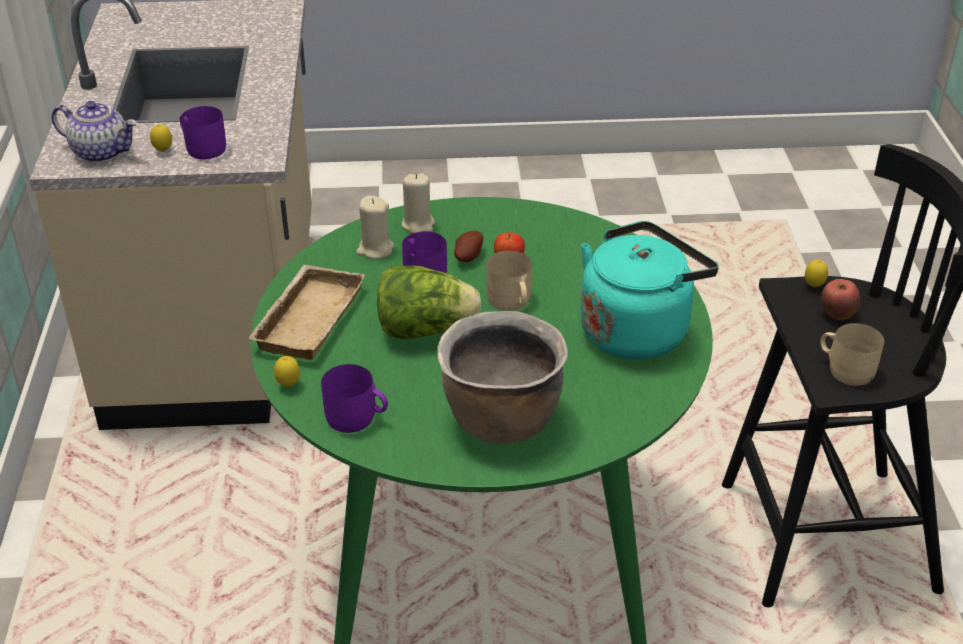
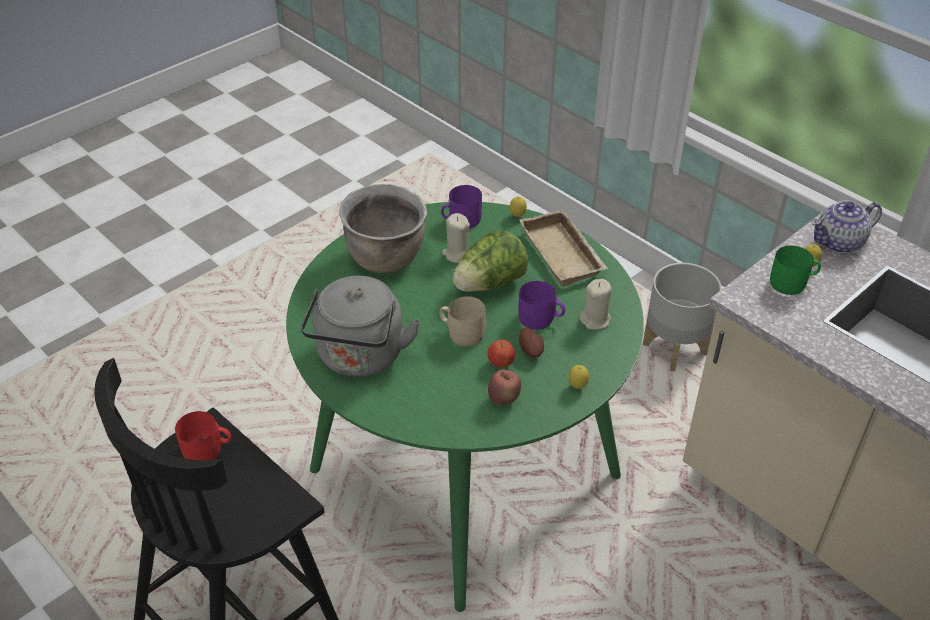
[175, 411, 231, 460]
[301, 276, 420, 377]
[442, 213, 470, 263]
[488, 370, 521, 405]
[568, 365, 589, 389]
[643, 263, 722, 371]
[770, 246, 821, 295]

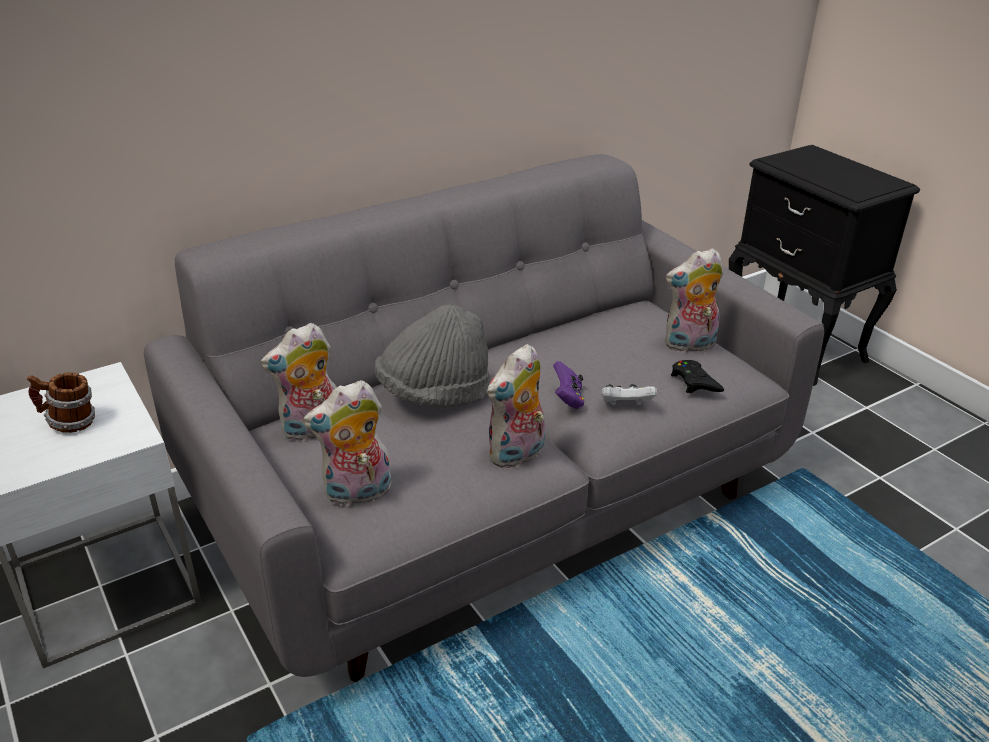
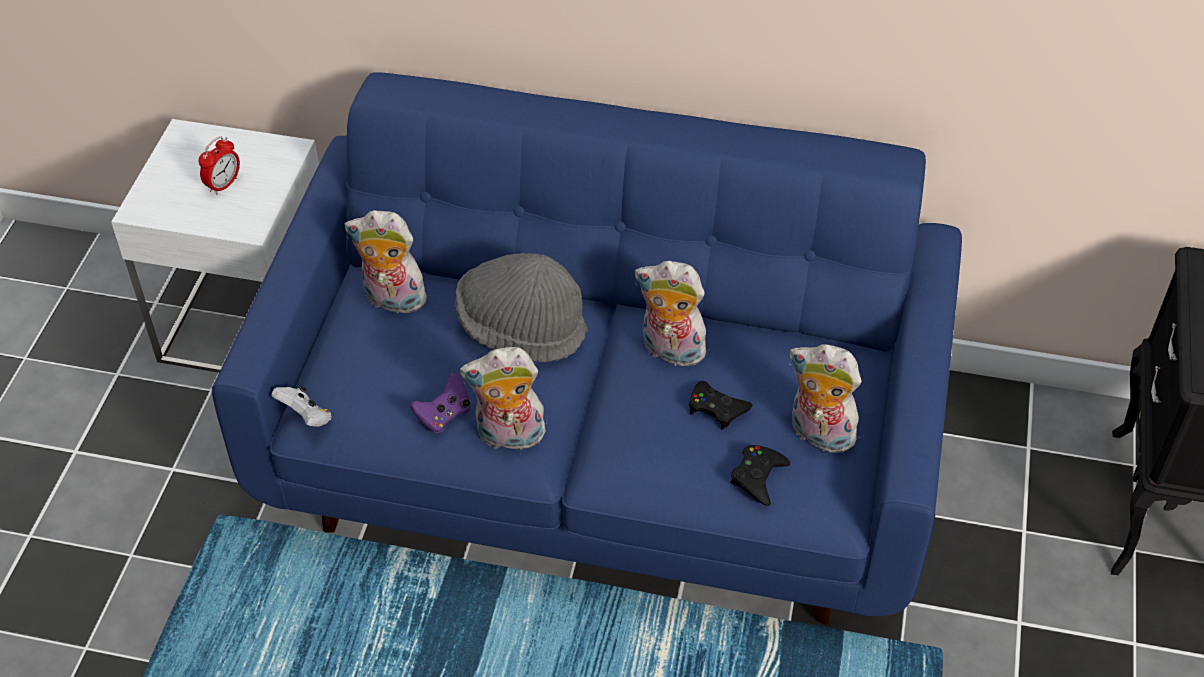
[198, 136, 240, 195]
[212, 72, 962, 624]
[271, 386, 332, 427]
[410, 373, 470, 433]
[635, 261, 713, 366]
[689, 381, 753, 430]

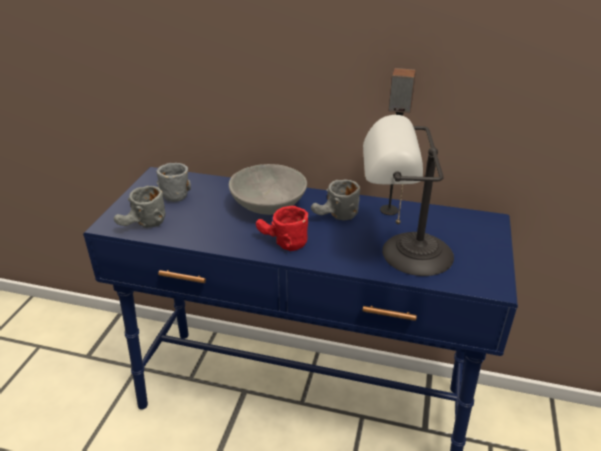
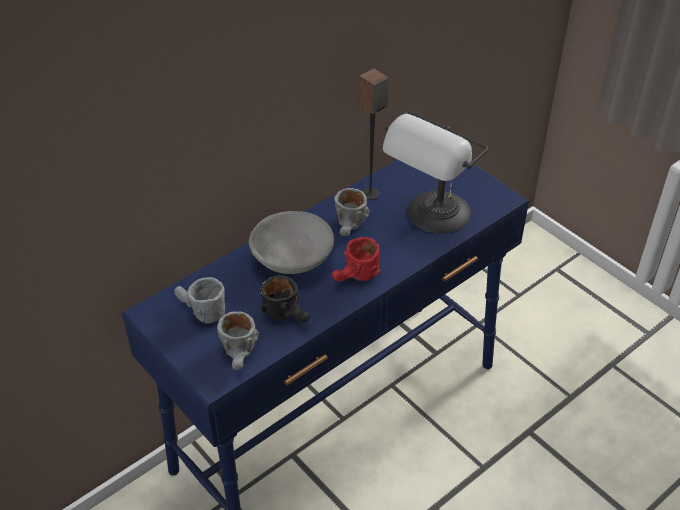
[260, 276, 310, 323]

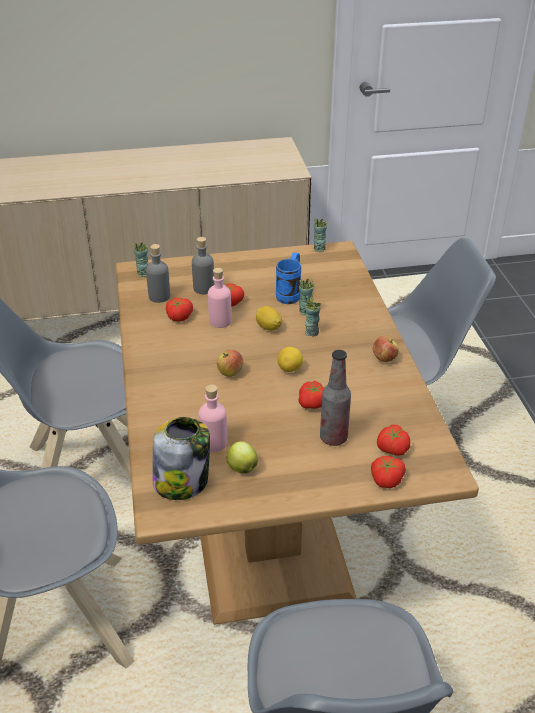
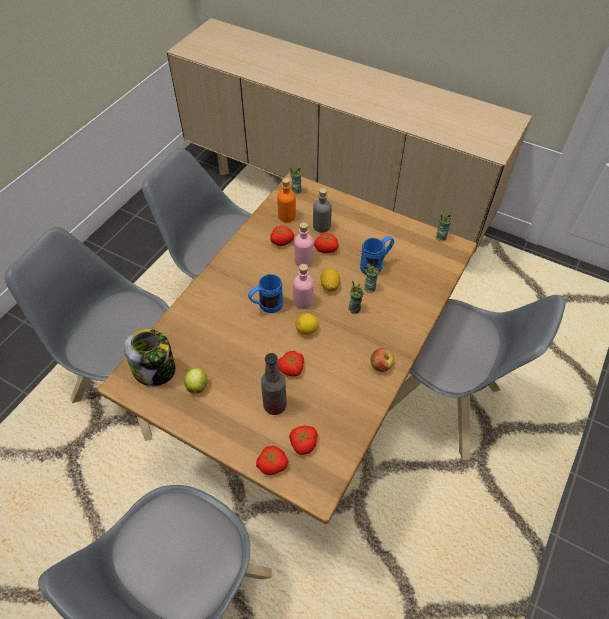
[248, 274, 283, 313]
[277, 178, 296, 223]
[293, 264, 314, 309]

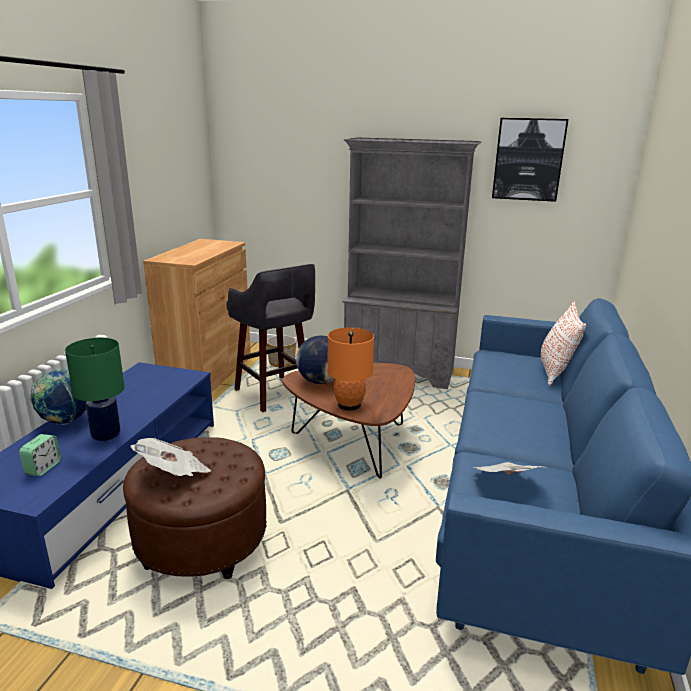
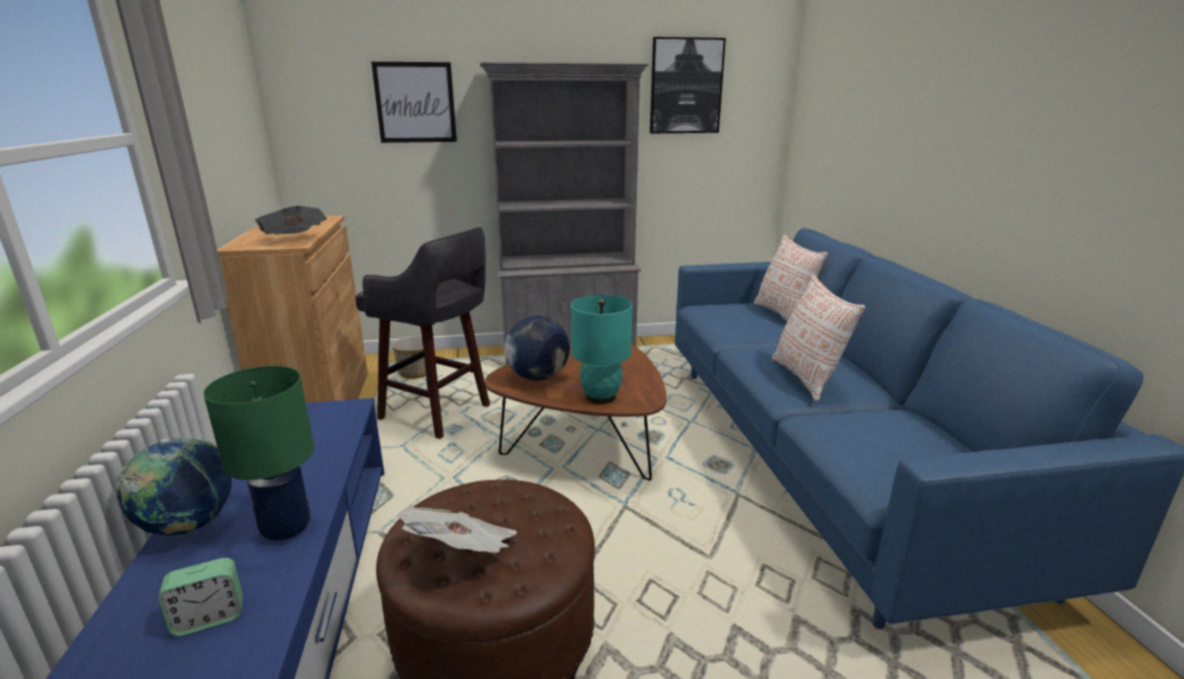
[158, 558, 243, 637]
[255, 206, 327, 235]
[371, 62, 457, 143]
[571, 295, 632, 404]
[772, 274, 865, 401]

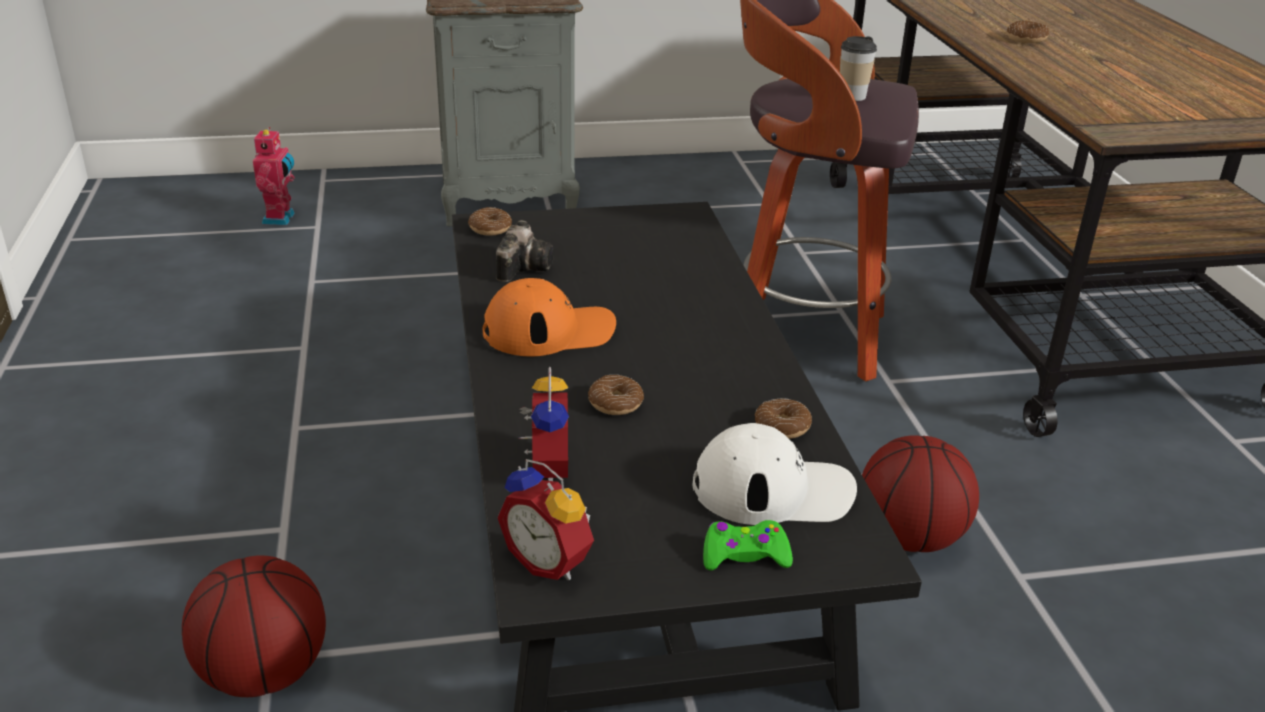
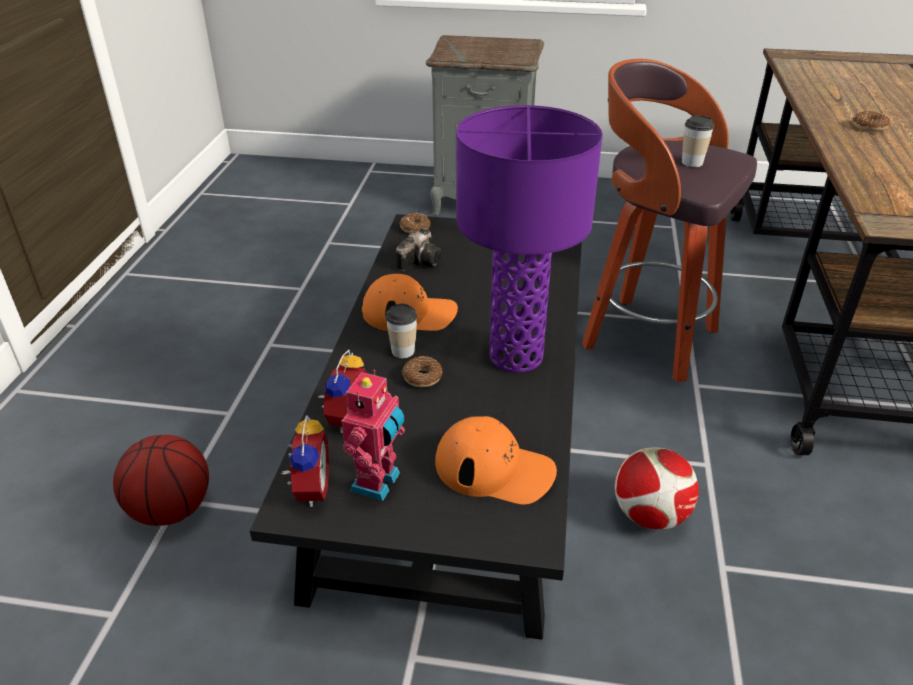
[281, 415, 329, 507]
[342, 369, 405, 501]
[386, 304, 417, 358]
[435, 416, 557, 505]
[456, 105, 603, 373]
[615, 447, 699, 530]
[703, 520, 793, 571] (first image)
[755, 398, 812, 439] (first image)

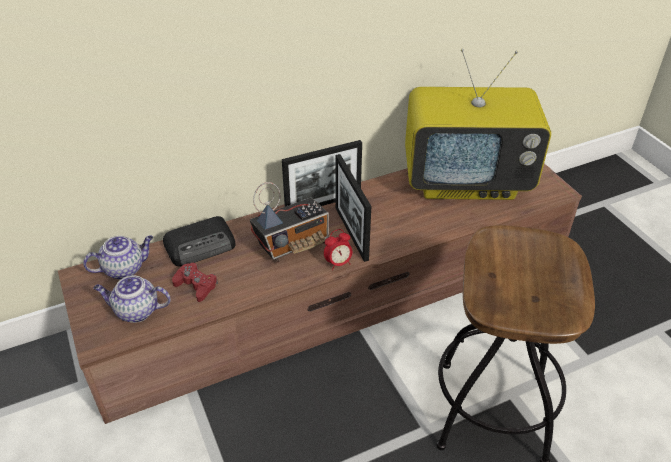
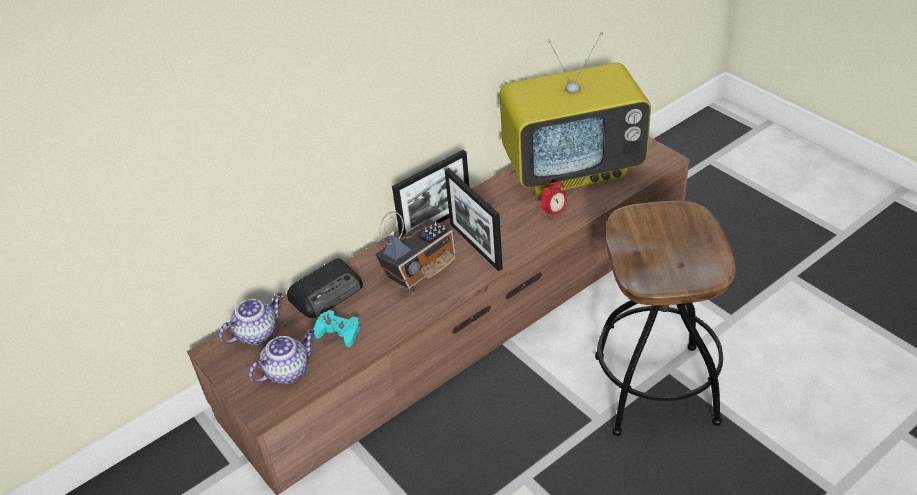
[249, 329, 315, 384]
[313, 310, 361, 347]
[541, 178, 567, 220]

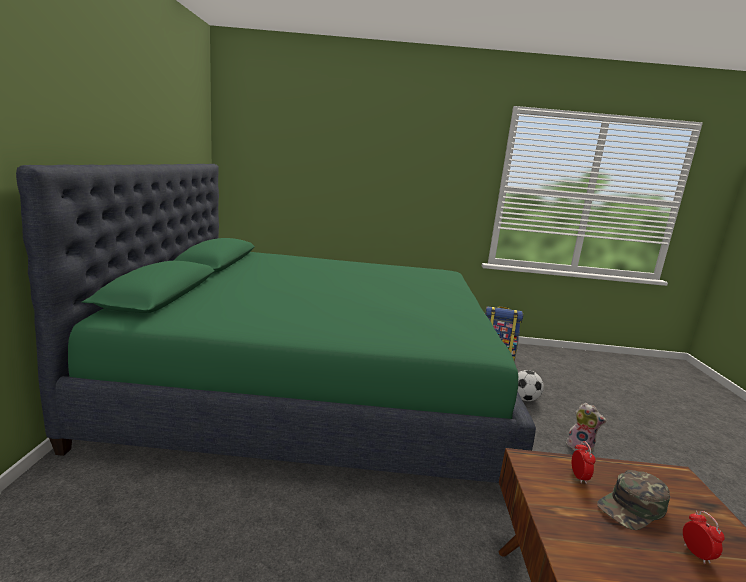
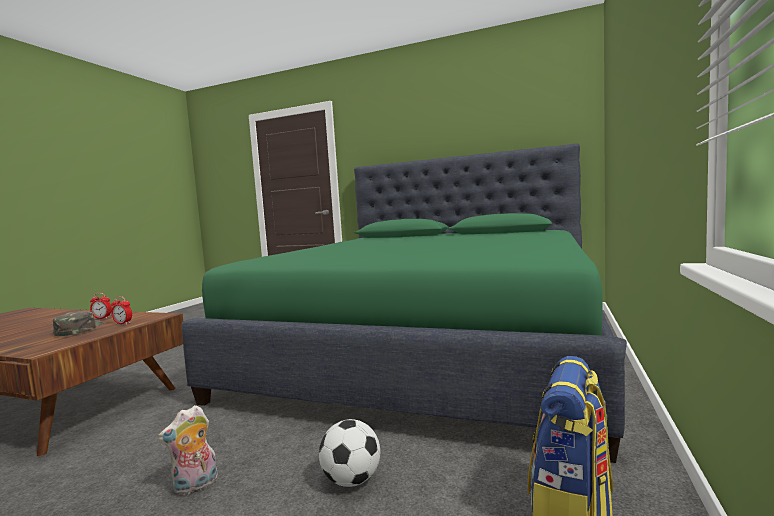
[90, 293, 112, 319]

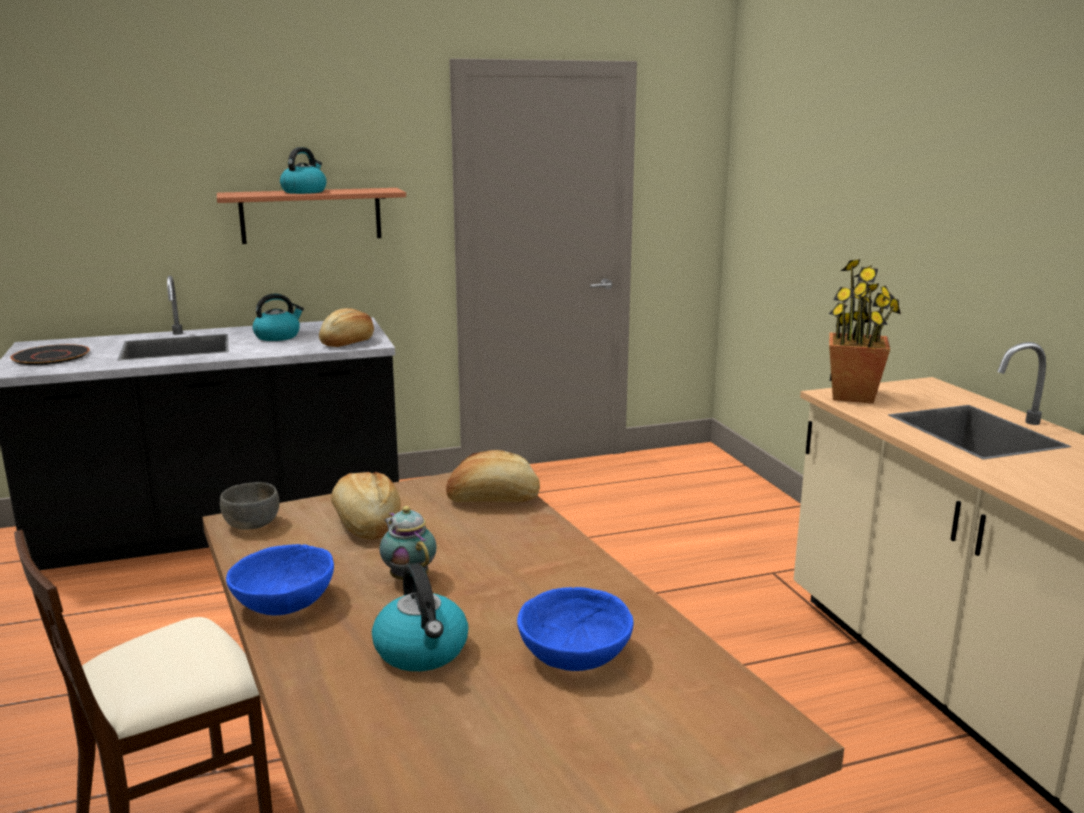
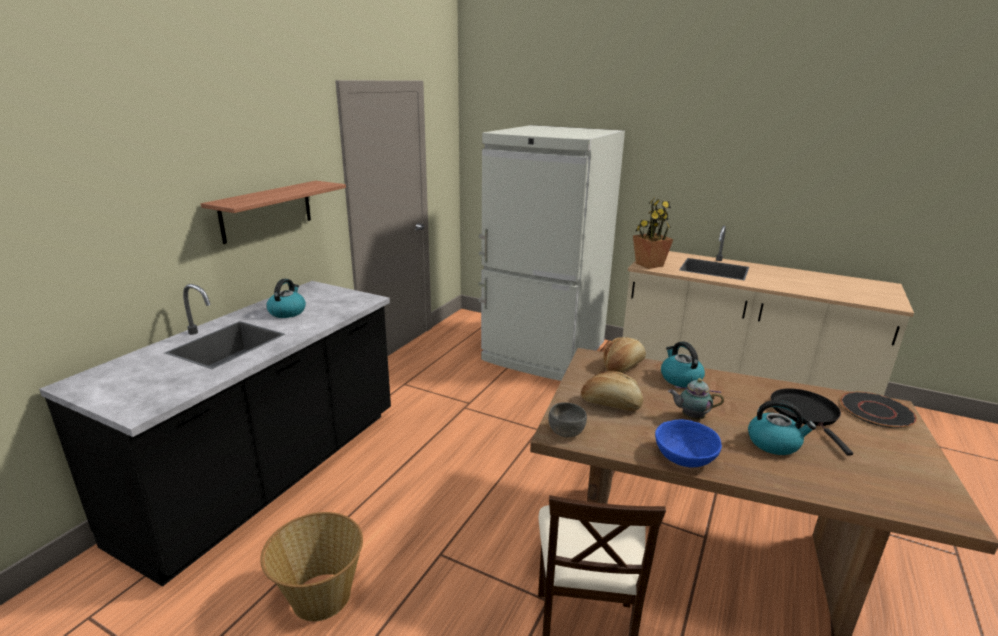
[260, 512, 363, 621]
[479, 125, 625, 381]
[661, 342, 705, 387]
[770, 388, 853, 455]
[840, 392, 917, 428]
[319, 308, 374, 347] (first image)

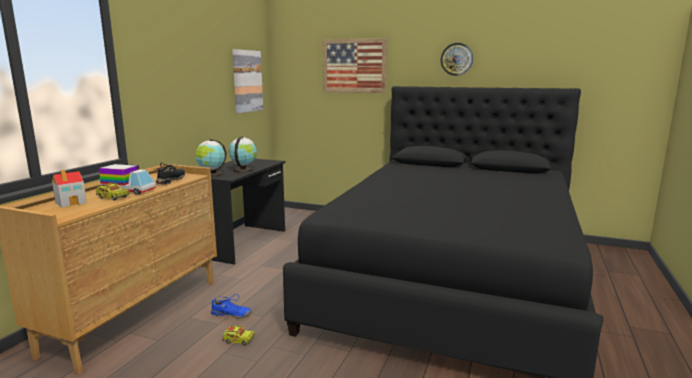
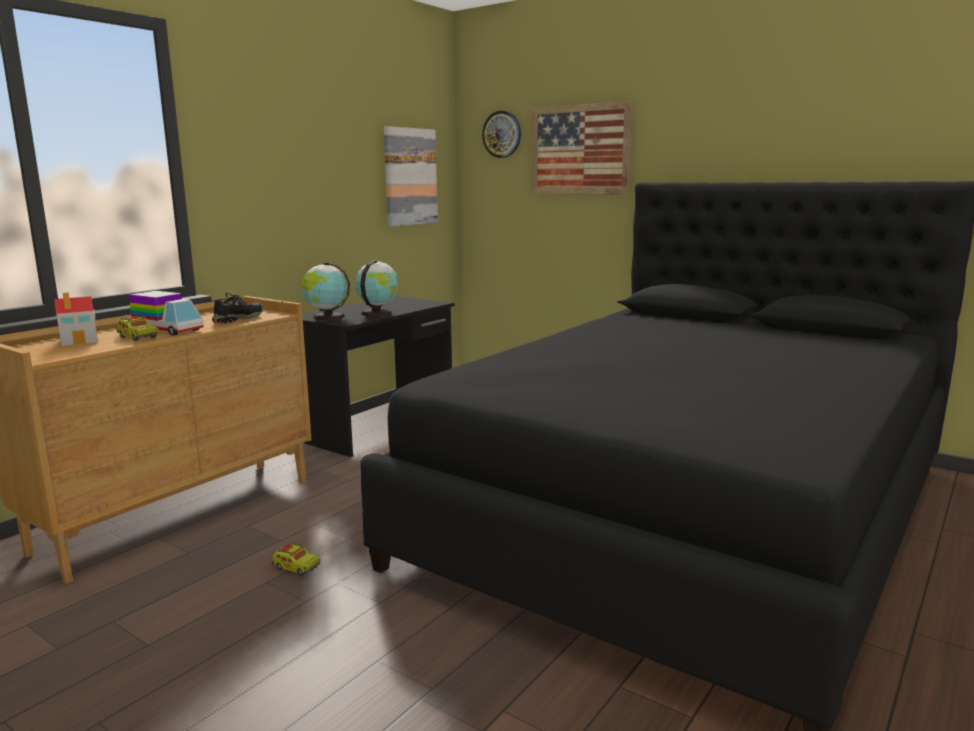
[482, 110, 521, 158]
[211, 294, 251, 318] (first image)

